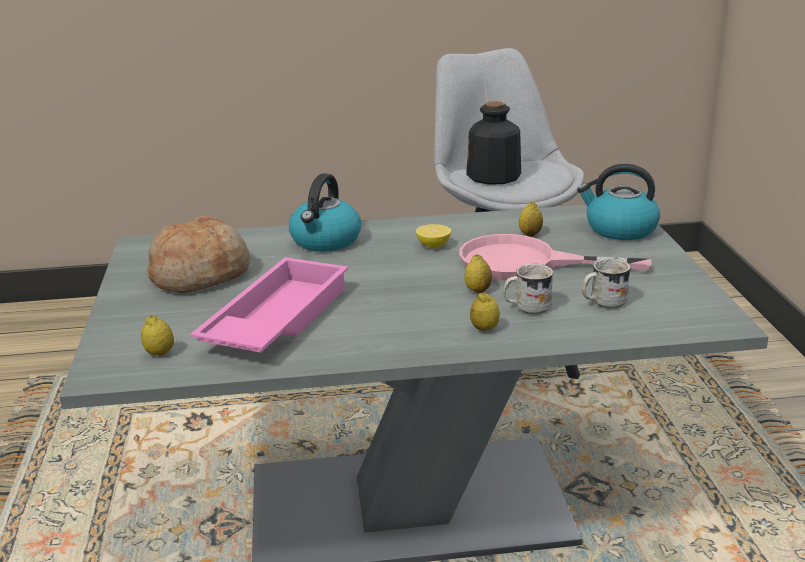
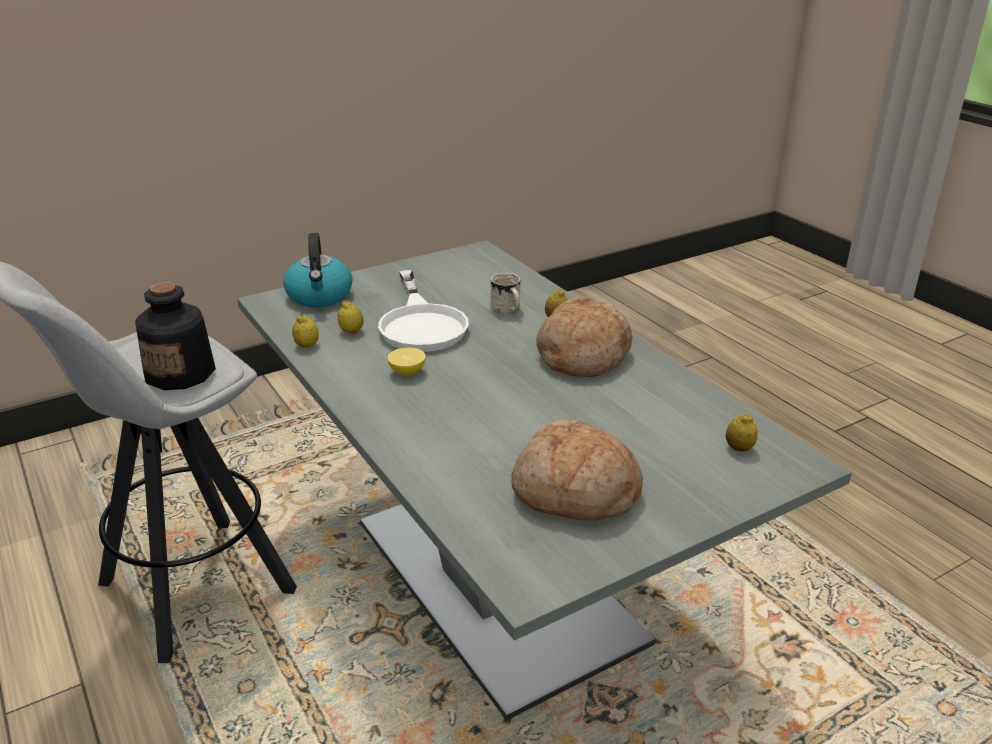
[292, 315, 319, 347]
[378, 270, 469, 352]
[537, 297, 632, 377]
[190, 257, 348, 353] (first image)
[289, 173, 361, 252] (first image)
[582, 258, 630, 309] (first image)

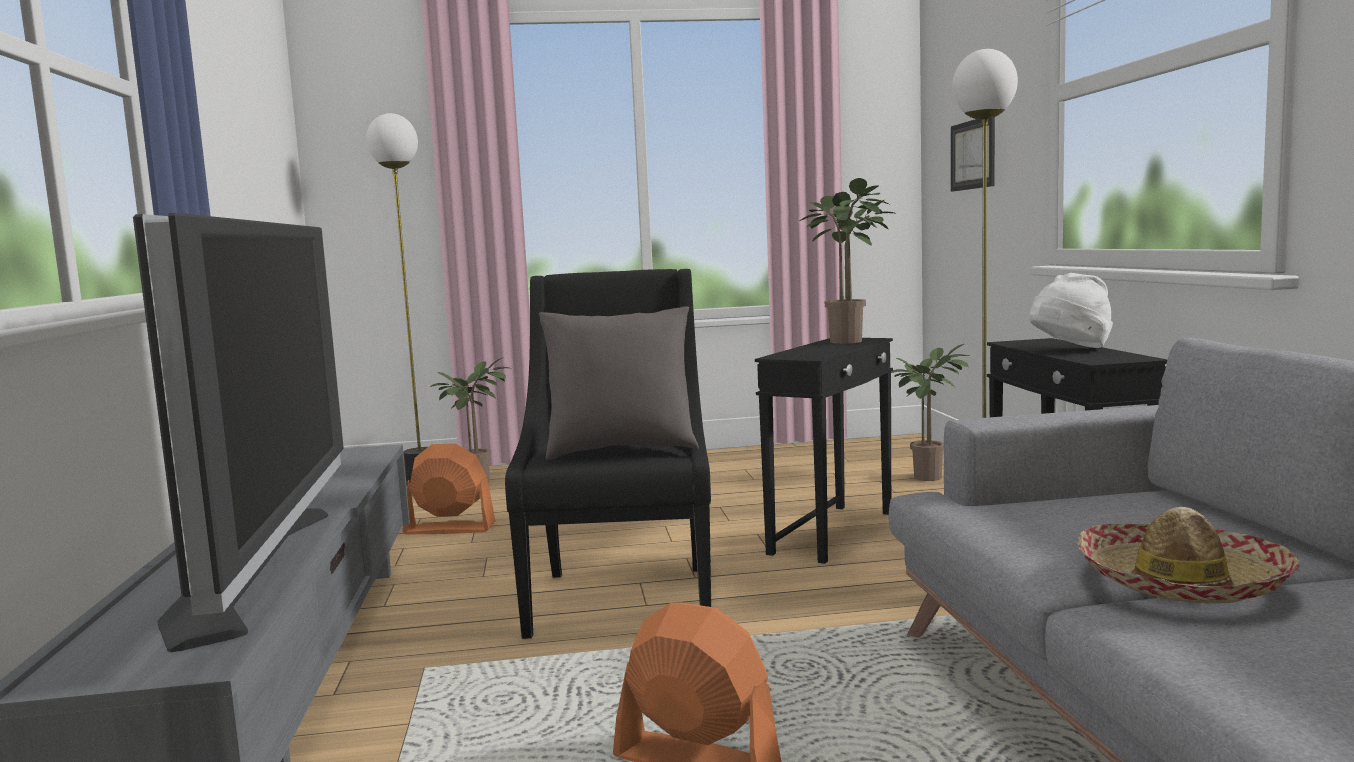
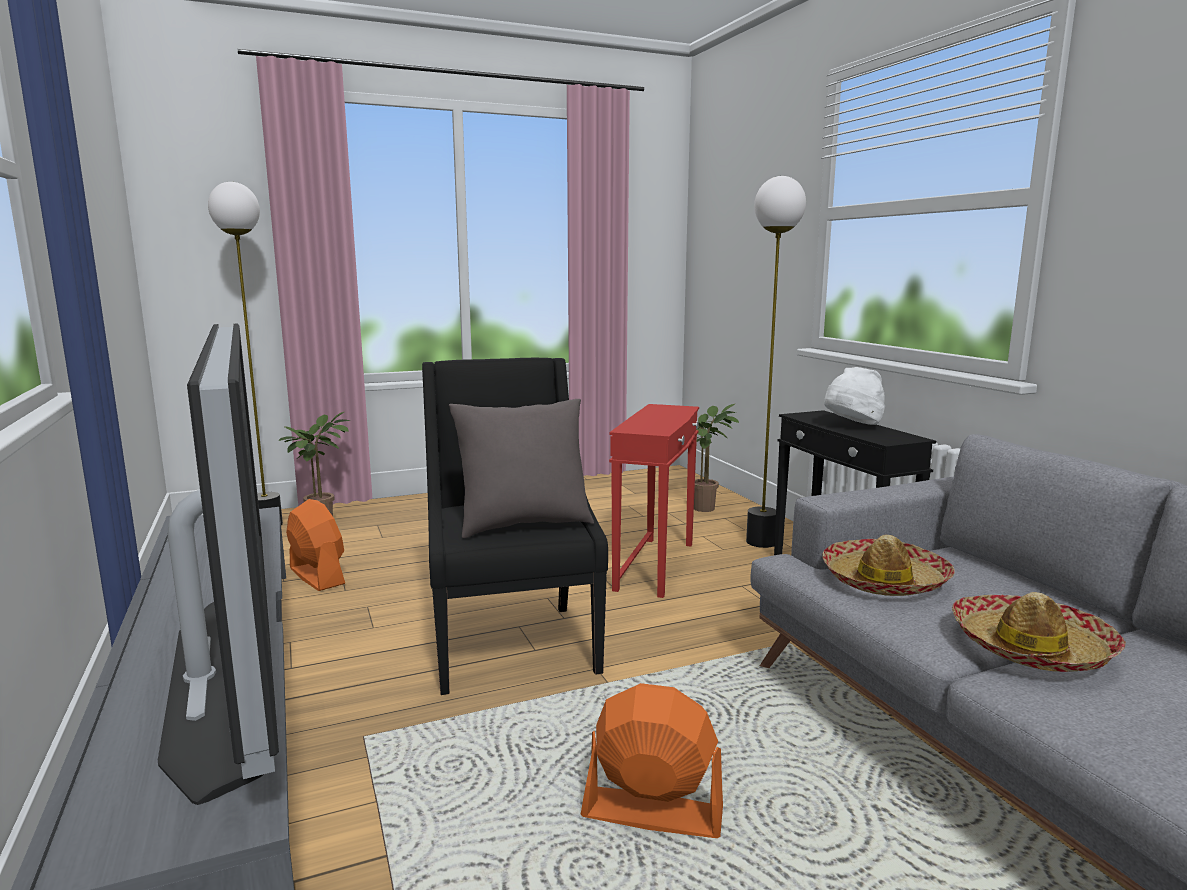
[286, 499, 345, 591]
[609, 404, 699, 598]
[822, 535, 955, 596]
[800, 178, 894, 344] (first image)
[951, 117, 995, 192] (first image)

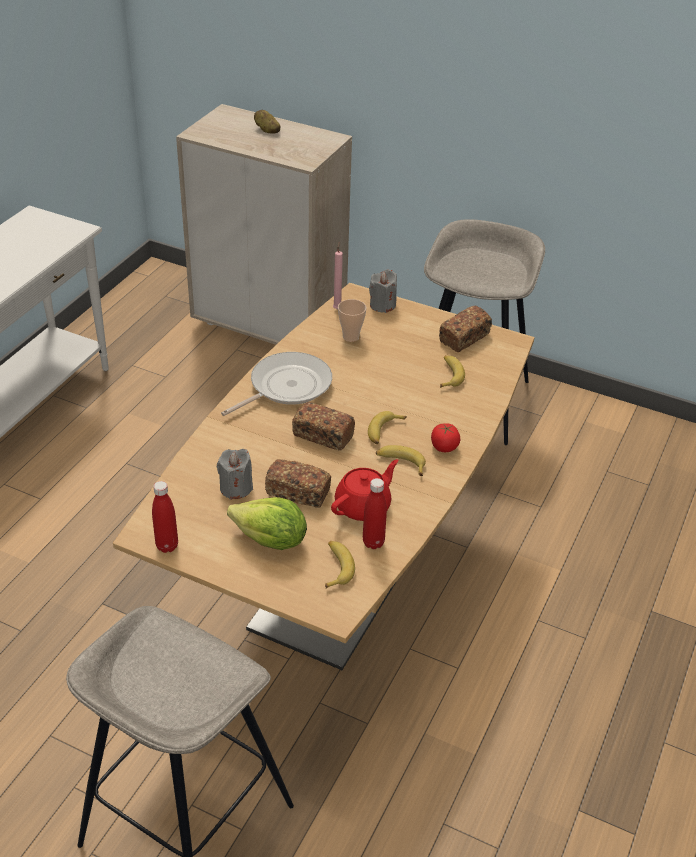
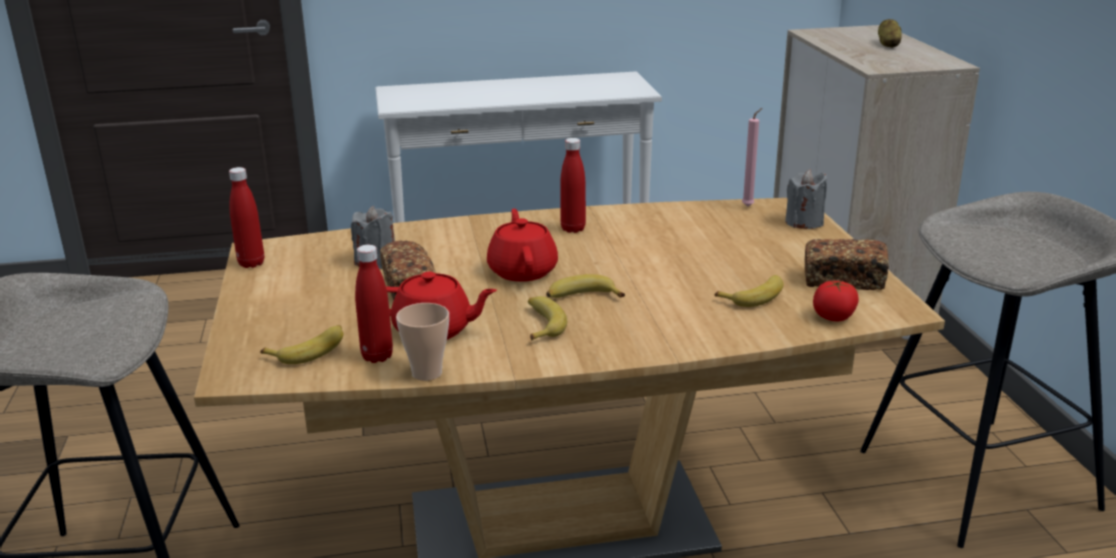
[396, 303, 449, 381]
[487, 209, 558, 282]
[560, 138, 586, 233]
[813, 280, 859, 321]
[227, 497, 307, 550] (first image)

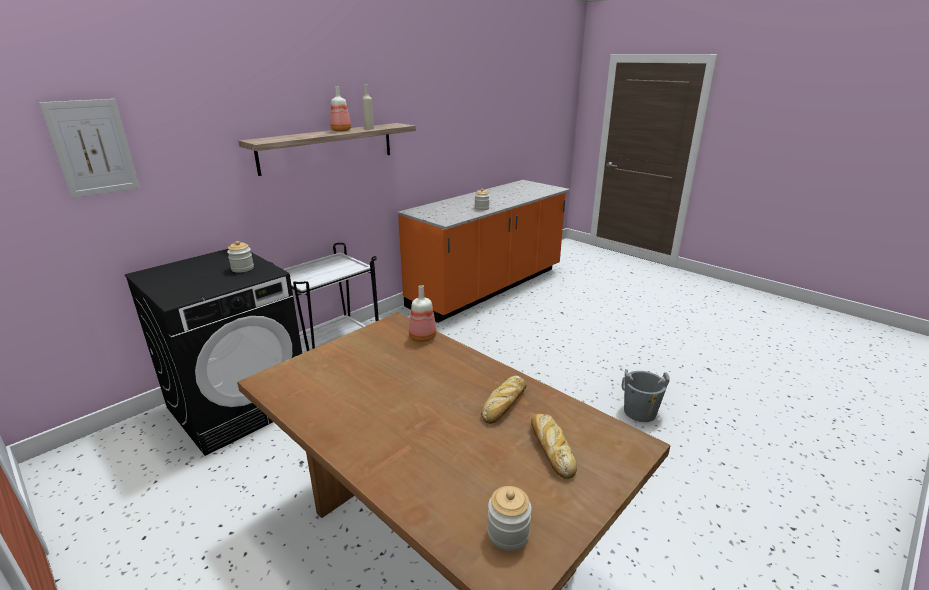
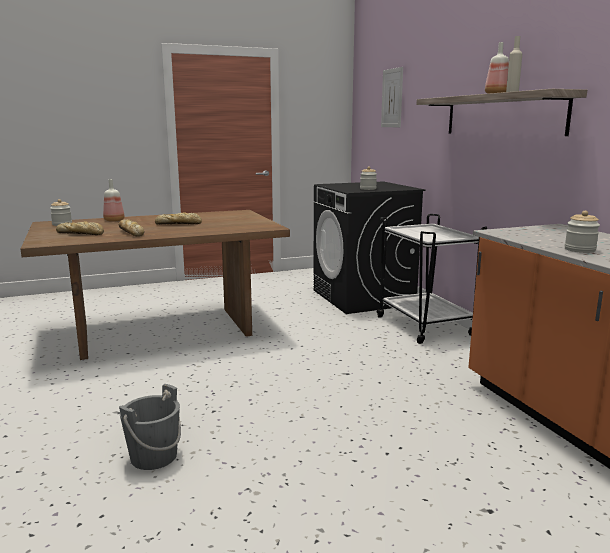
[103, 179, 125, 222]
[155, 213, 202, 224]

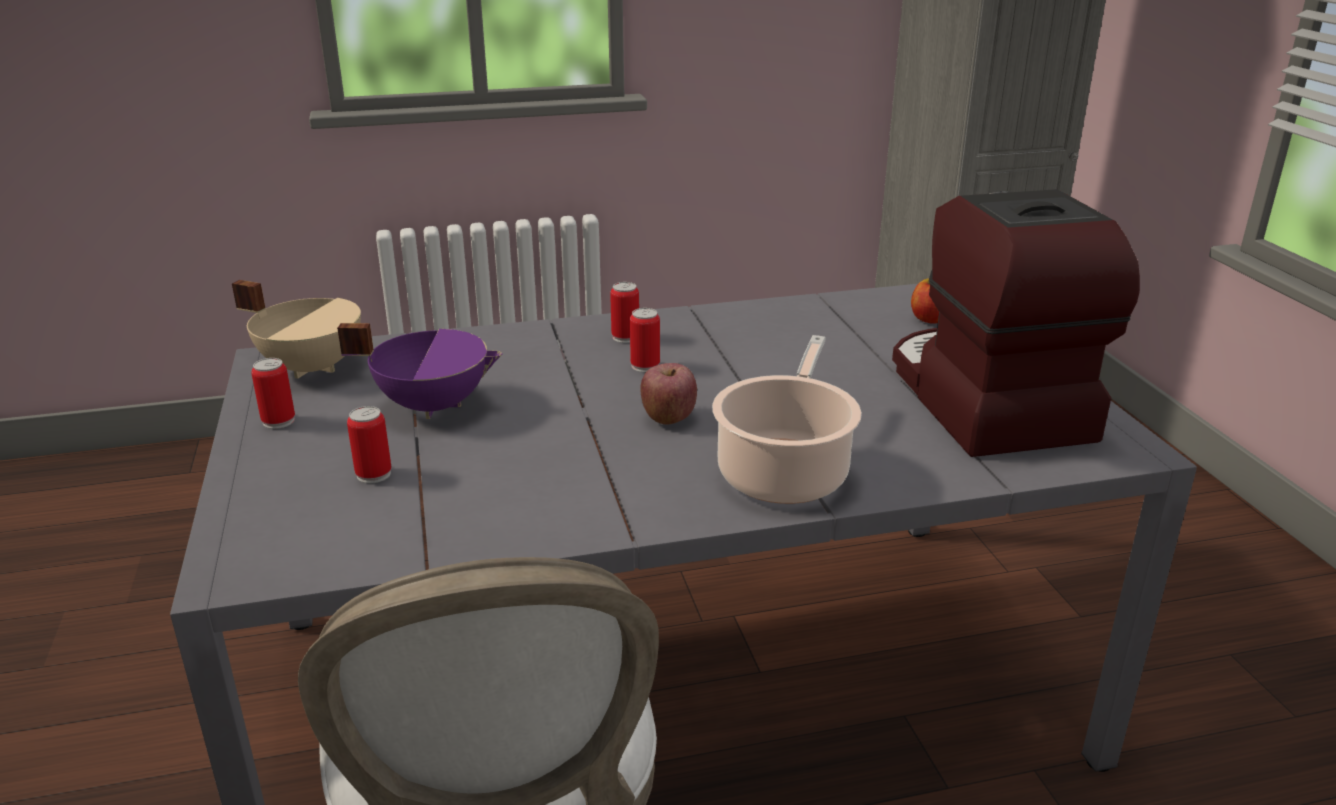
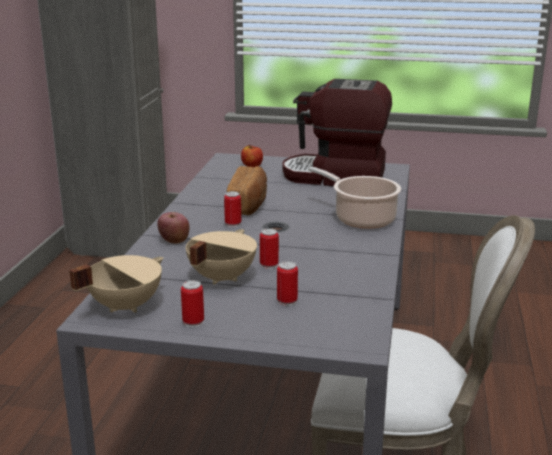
[157, 212, 189, 244]
[186, 229, 257, 285]
[227, 166, 267, 215]
[260, 228, 279, 269]

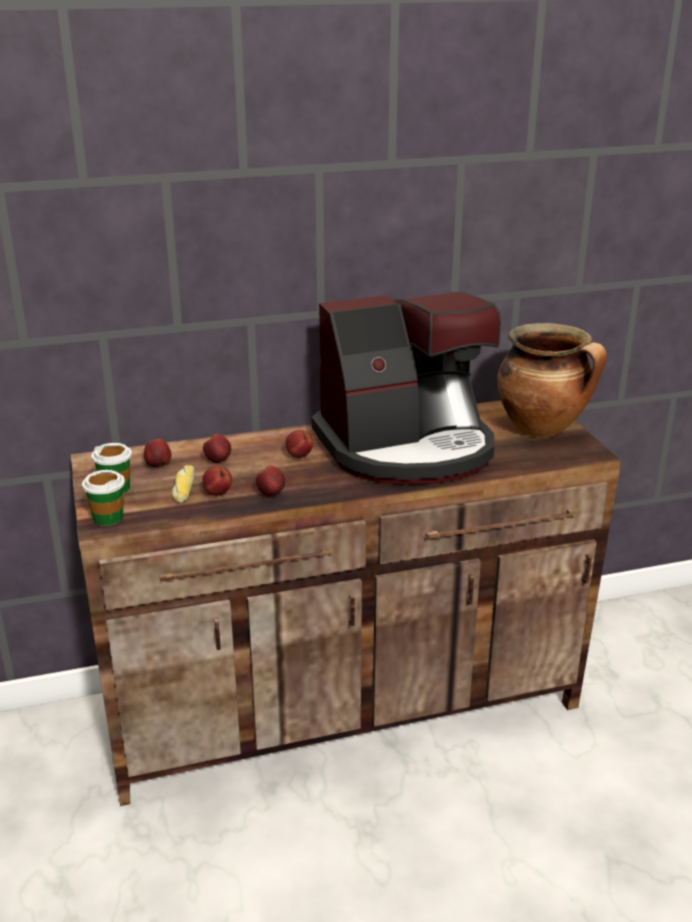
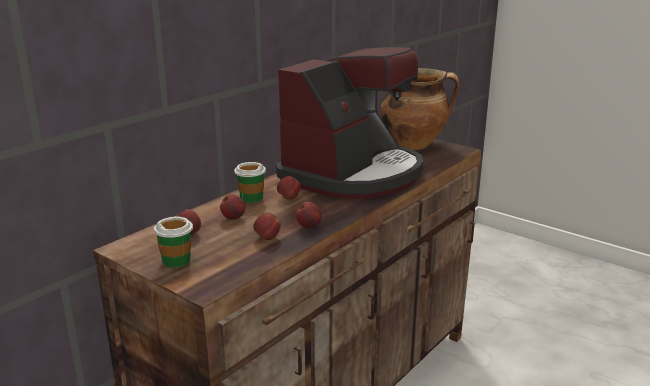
[234, 162, 266, 203]
[172, 465, 195, 503] (first image)

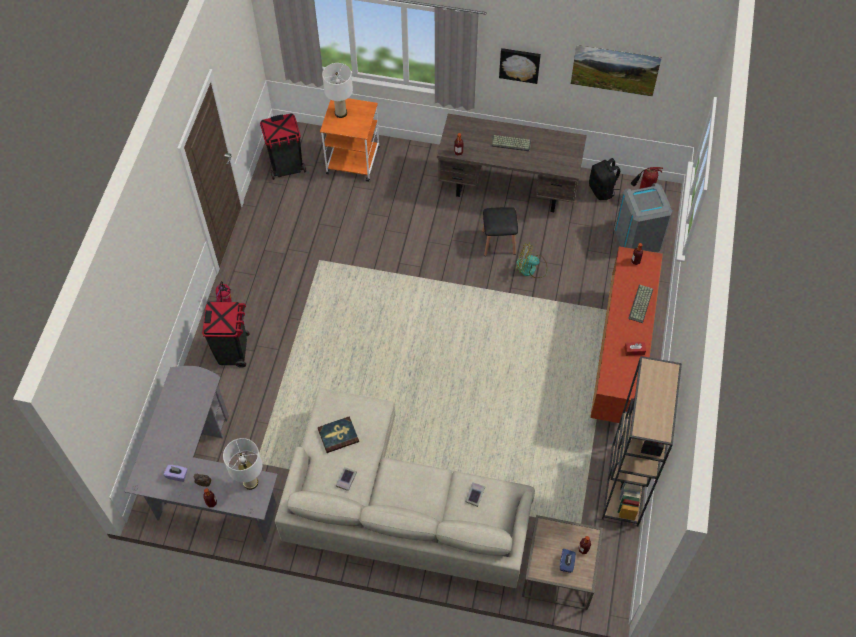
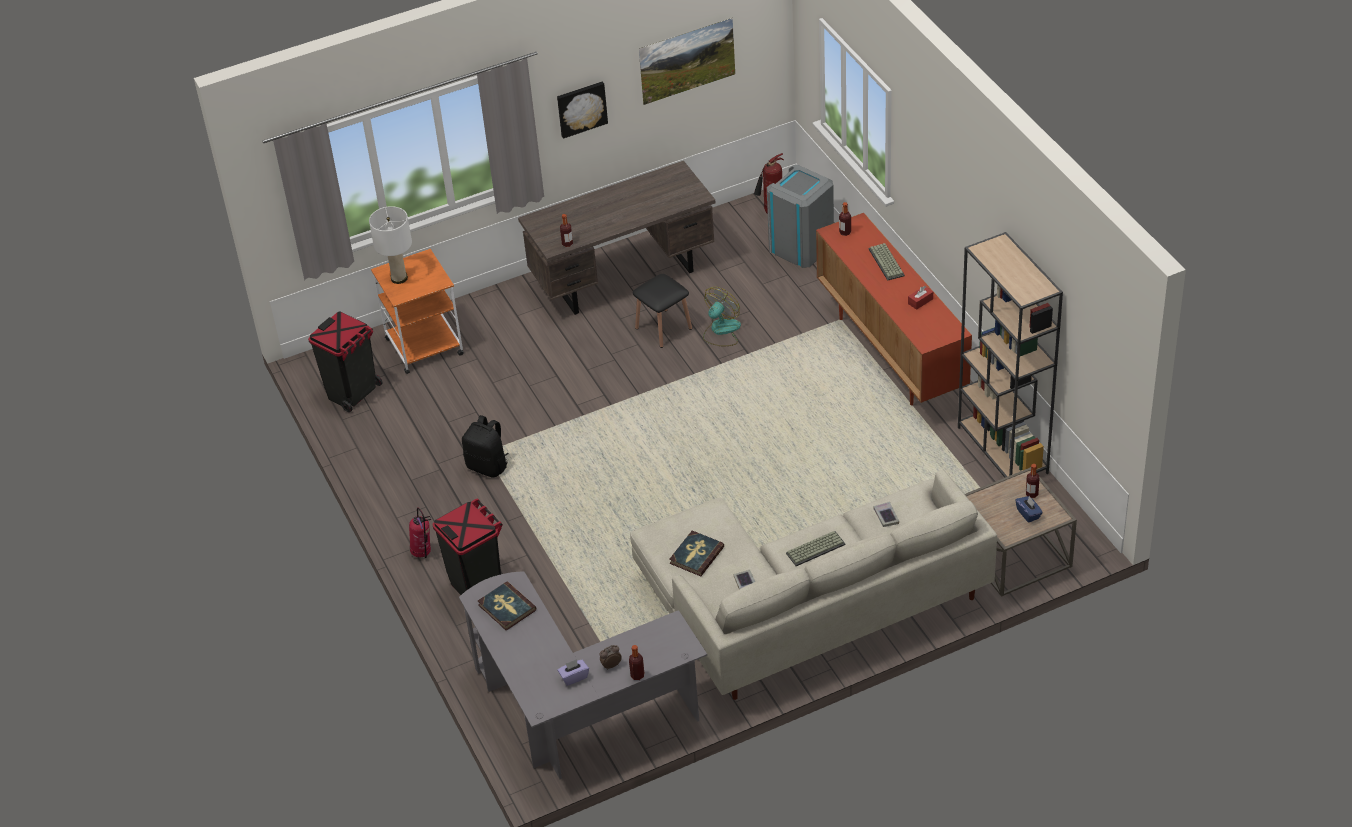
[462, 415, 509, 478]
[478, 581, 536, 630]
[703, 287, 741, 346]
[786, 531, 846, 566]
[223, 438, 262, 490] (first image)

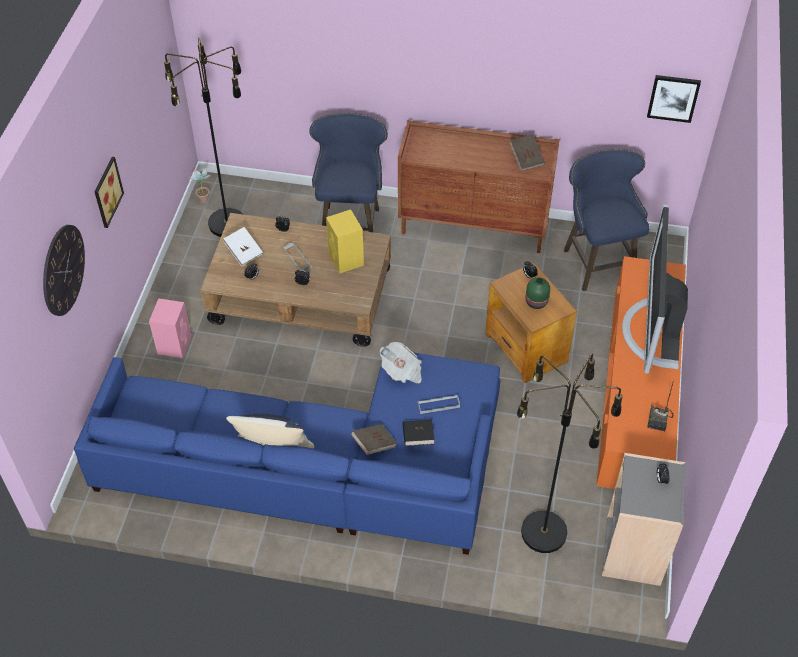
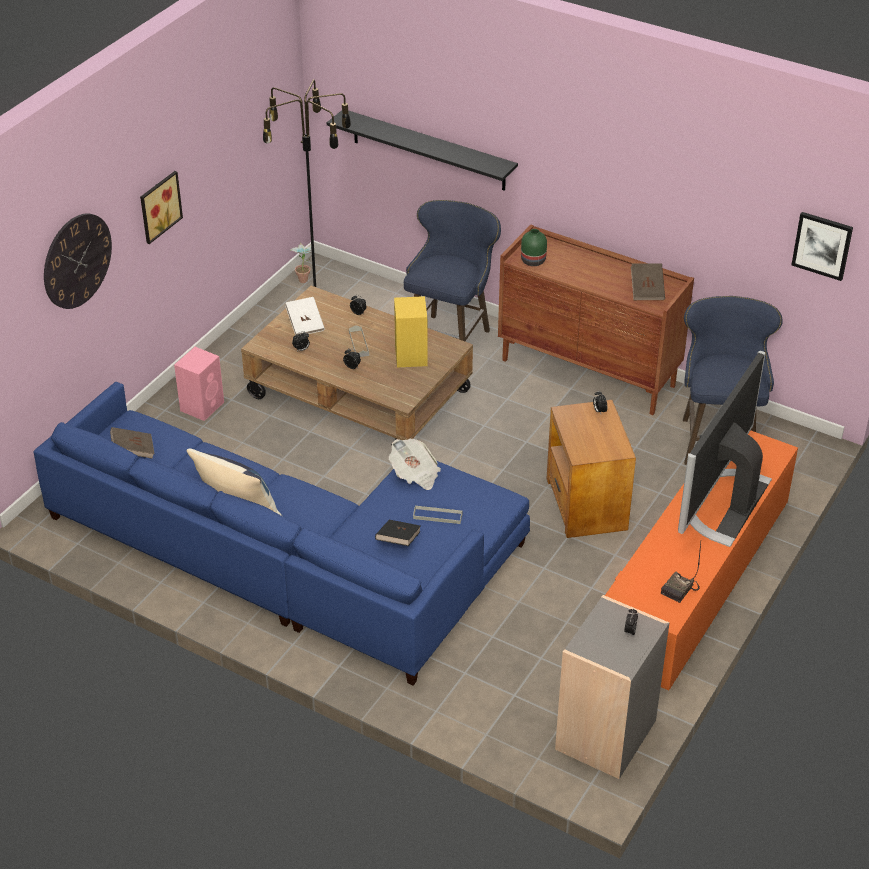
[110, 427, 155, 459]
[327, 110, 518, 191]
[521, 229, 547, 266]
[517, 354, 622, 553] (first image)

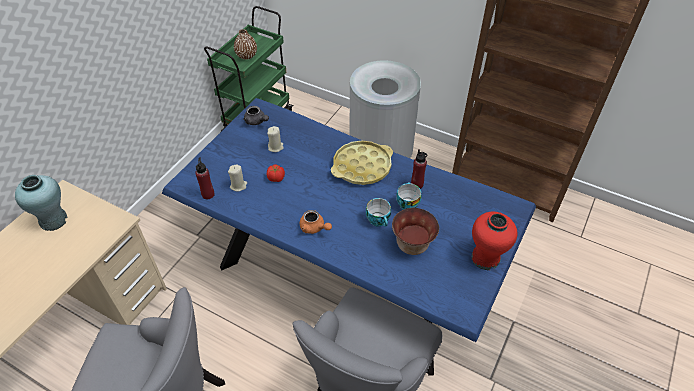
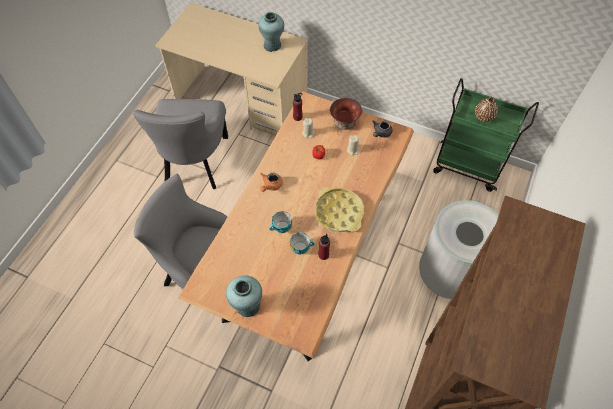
[178, 92, 414, 361]
[226, 276, 262, 317]
[330, 98, 362, 130]

